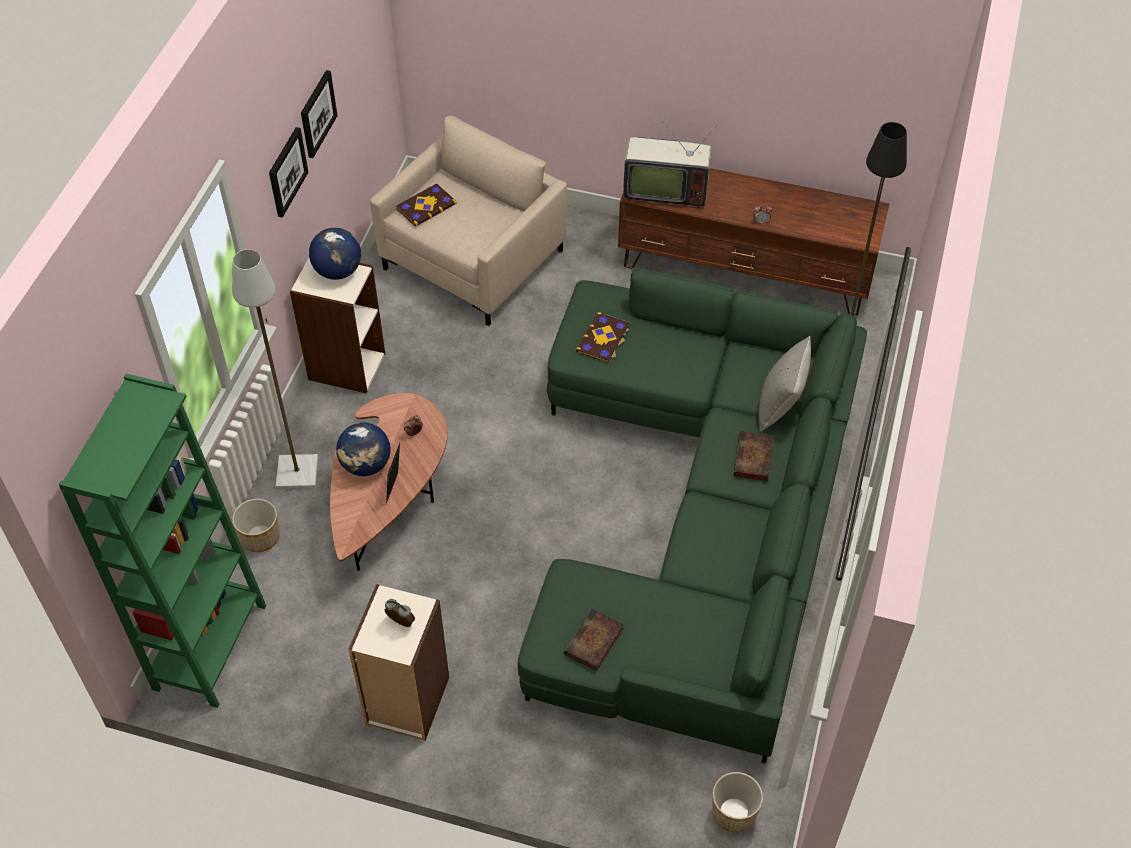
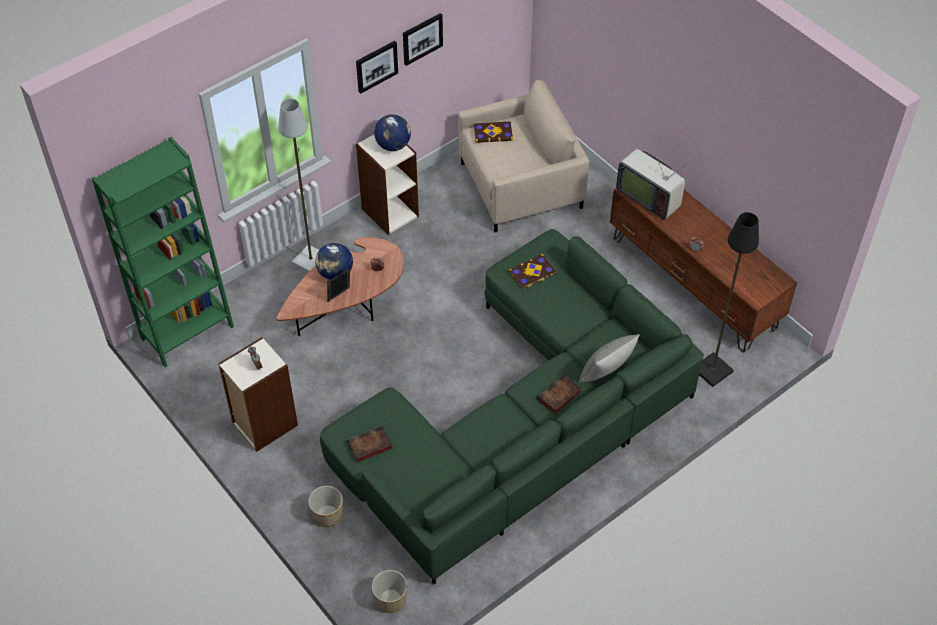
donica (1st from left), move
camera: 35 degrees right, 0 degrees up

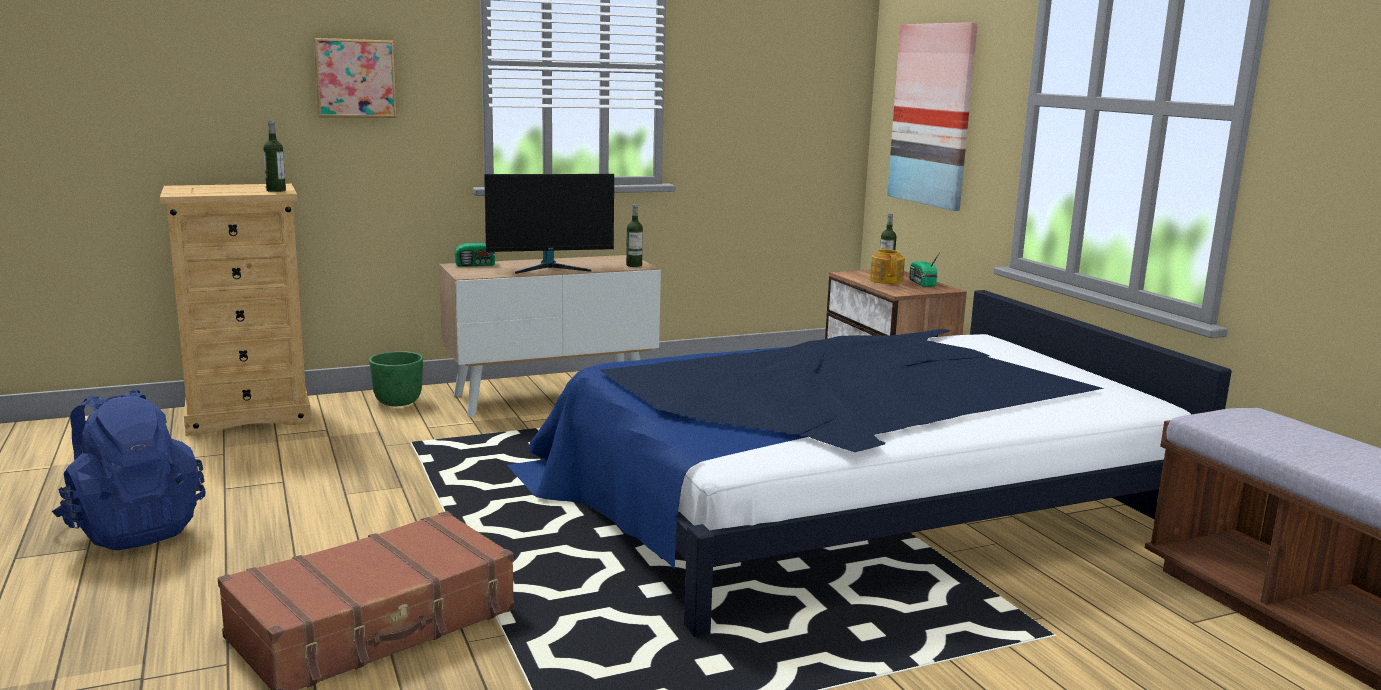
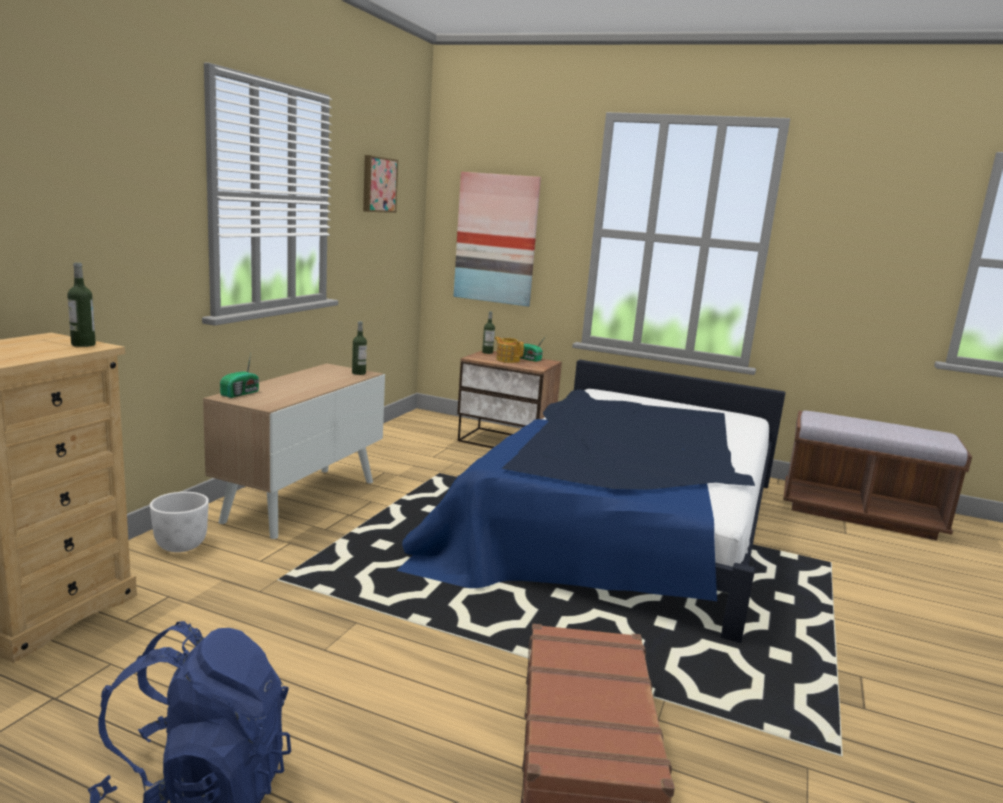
obraz (1st from left), move
donica/zielony → donica/biały
monitor → -
camera: 45 degrees left, 0 degrees up

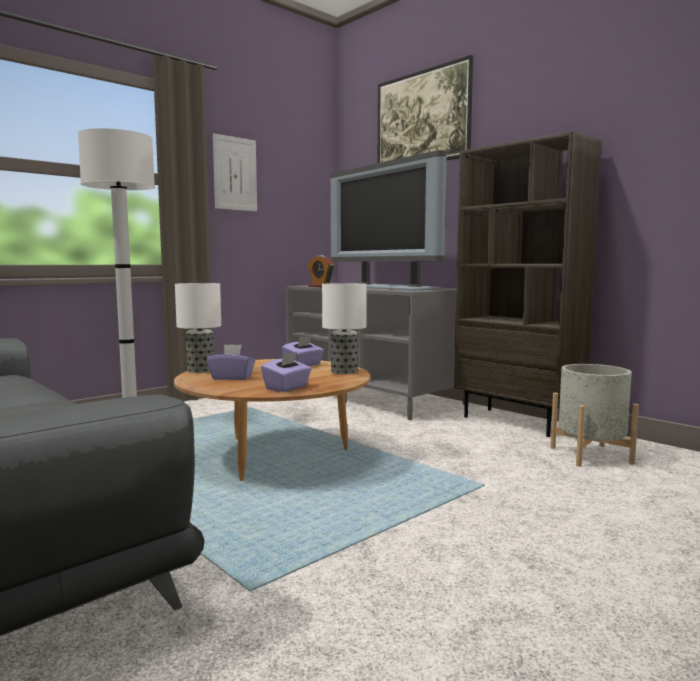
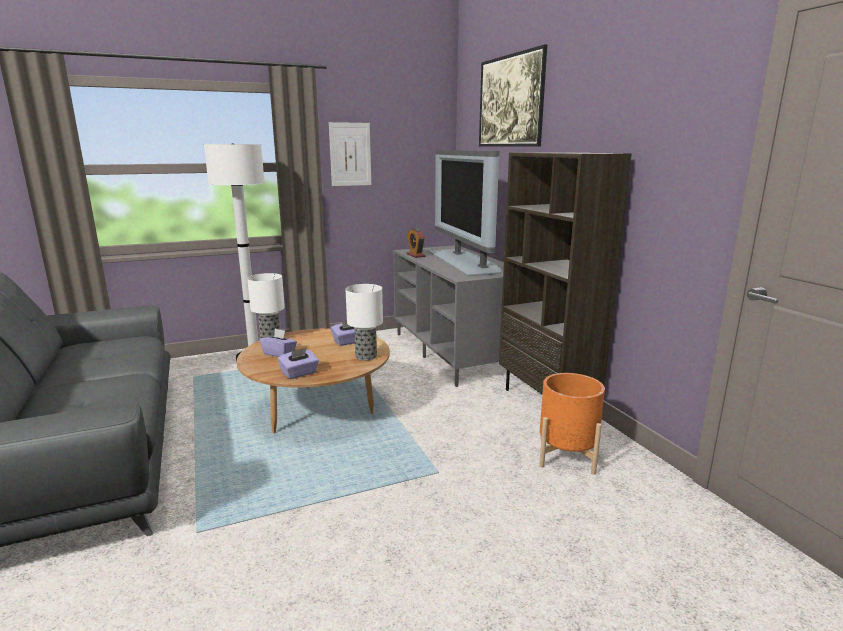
donica/szary → donica/pomarańczowy
camera: 20 degrees right, 10 degrees up

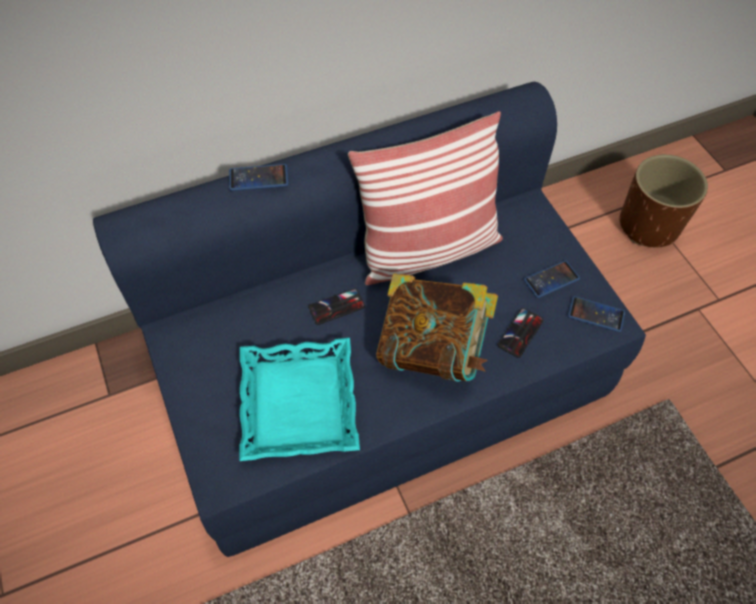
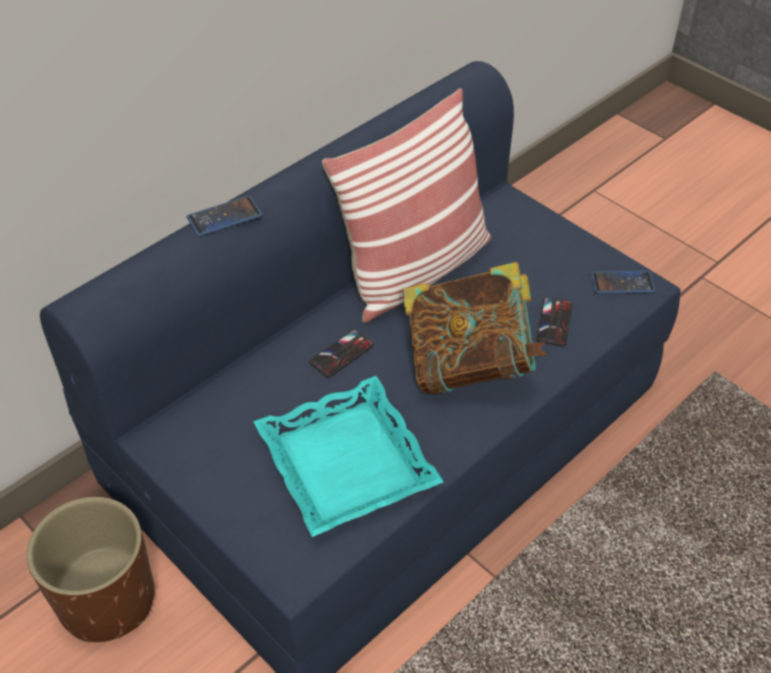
telefon (4th from left) → -
donica/brązowy, move
camera: 20 degrees left, 10 degrees down

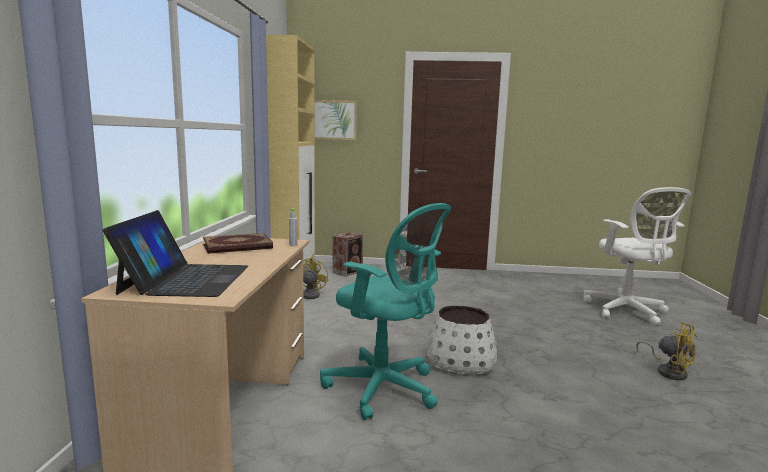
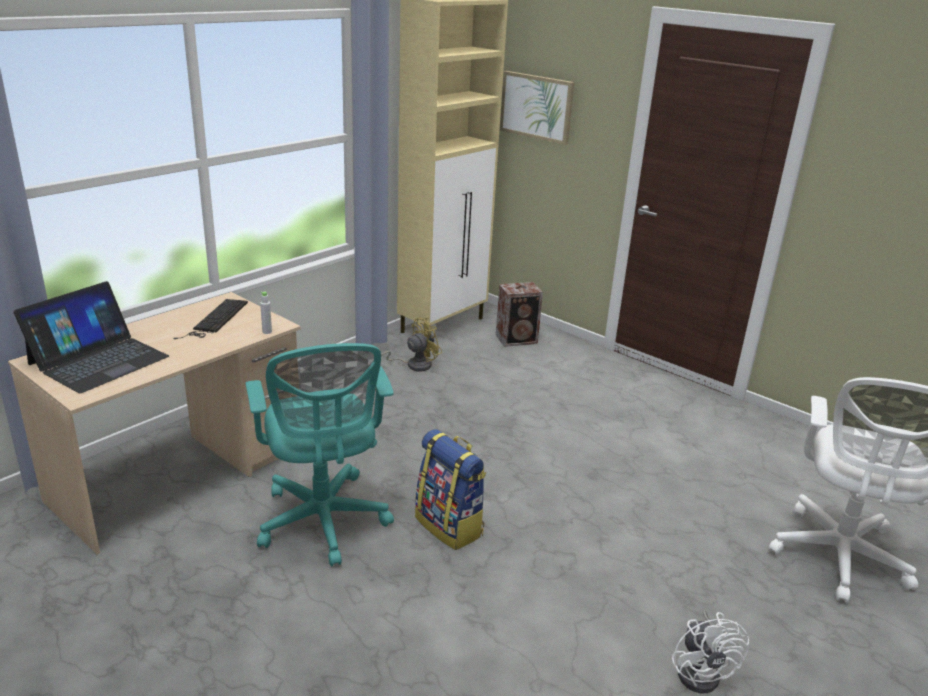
książka → klawiatura
donica/biały → plecak
wentylator/żółty (2nd from left) → wentylator/biały
camera: 35 degrees right, 15 degrees up

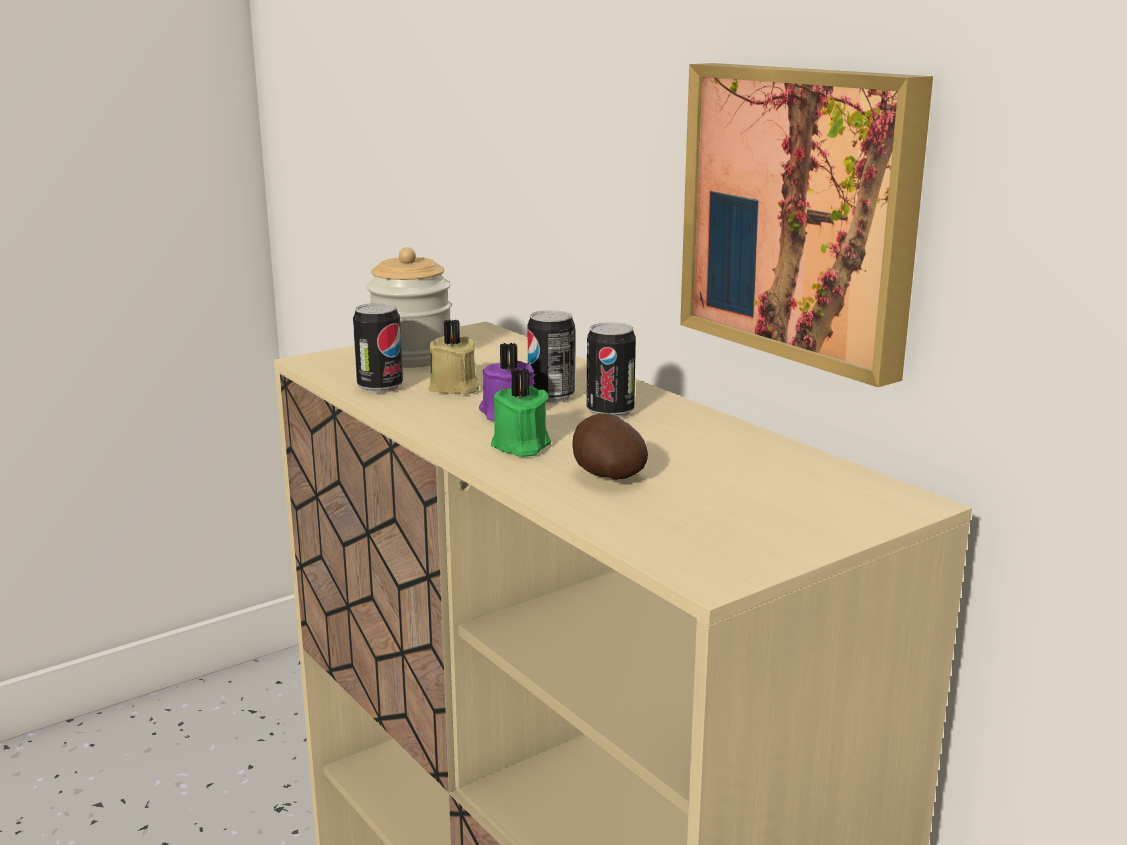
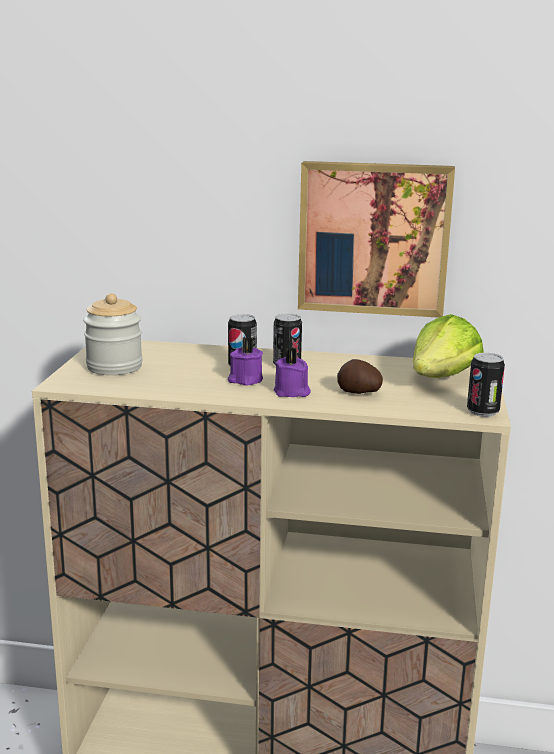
puszka (1st from left in the first image) → puszka (3rd from left), move
świeca/beżowy → -
świeca/zielony → świeca/fioletowy (2nd from left)
- → sałata
camera: 45 degrees left, 0 degrees up

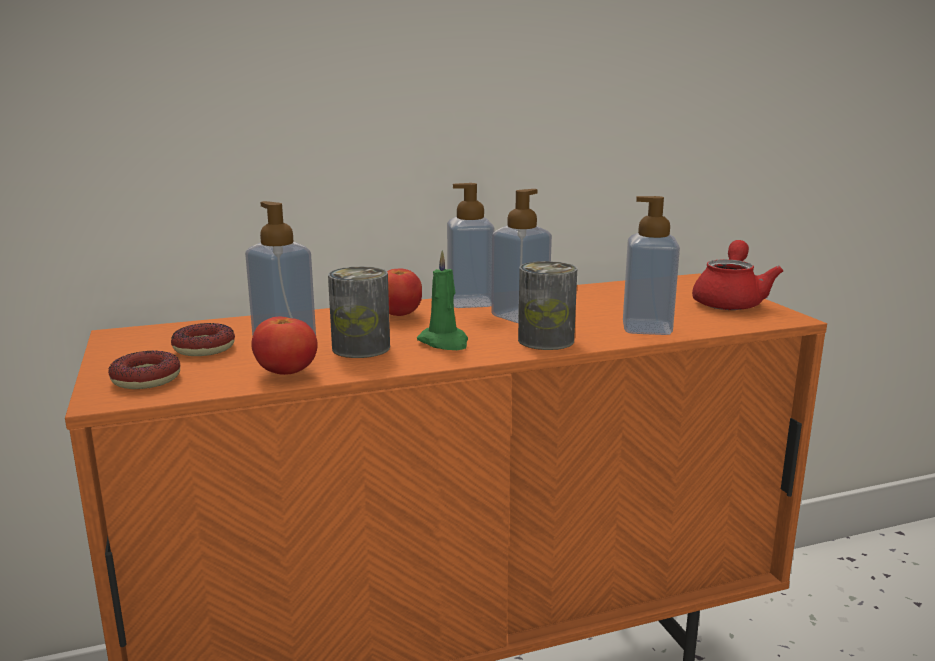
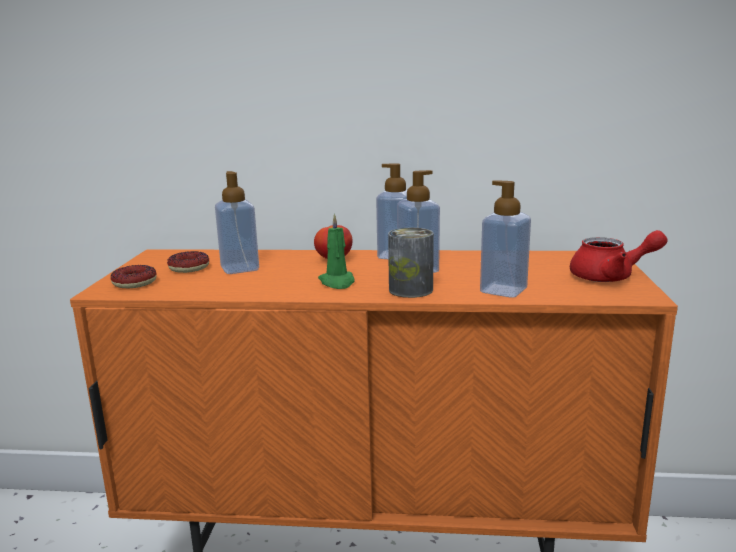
pomidor (1st from left) → -
puszka (1st from left) → -
imbryk/czerwony, 45 degrees clockwise
camera: 25 degrees right, 0 degrees up

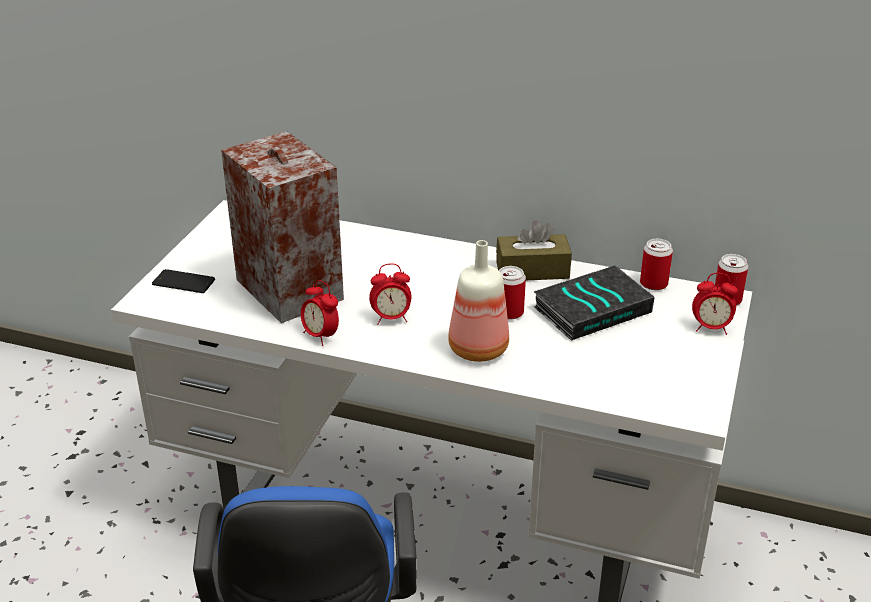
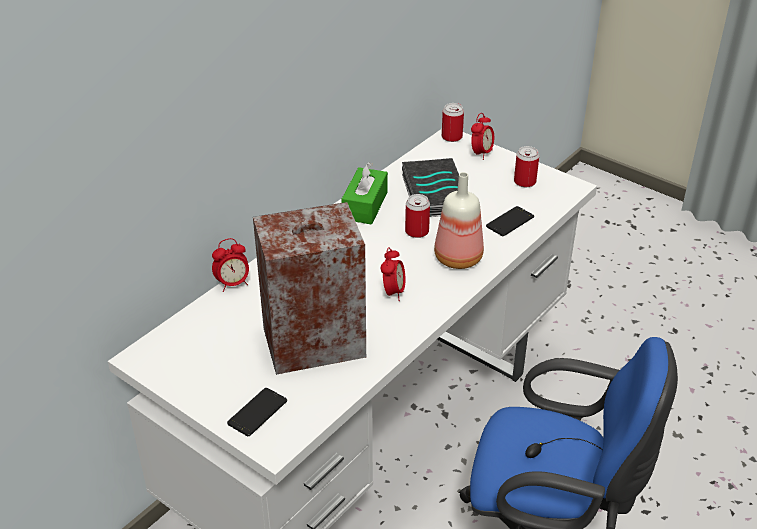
budzik (1st from left), move
pudełko chusteczek/brązowy → pudełko chusteczek/zielony
puszka (2nd from left in the first image) → puszka (3rd from left), move
- → telefon (2nd from left)
camera: 70 degrees left, 5 degrees up

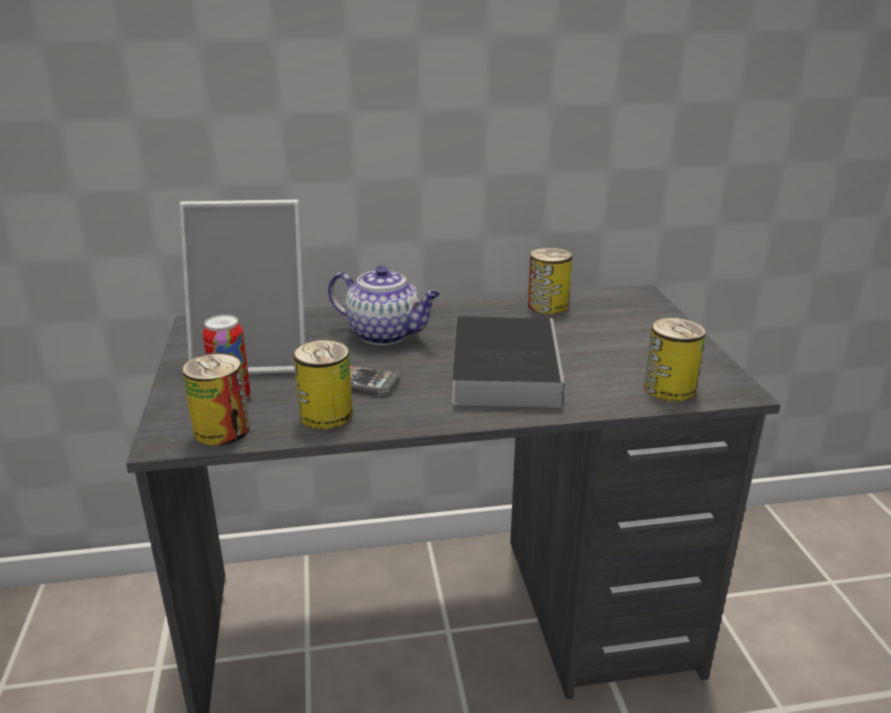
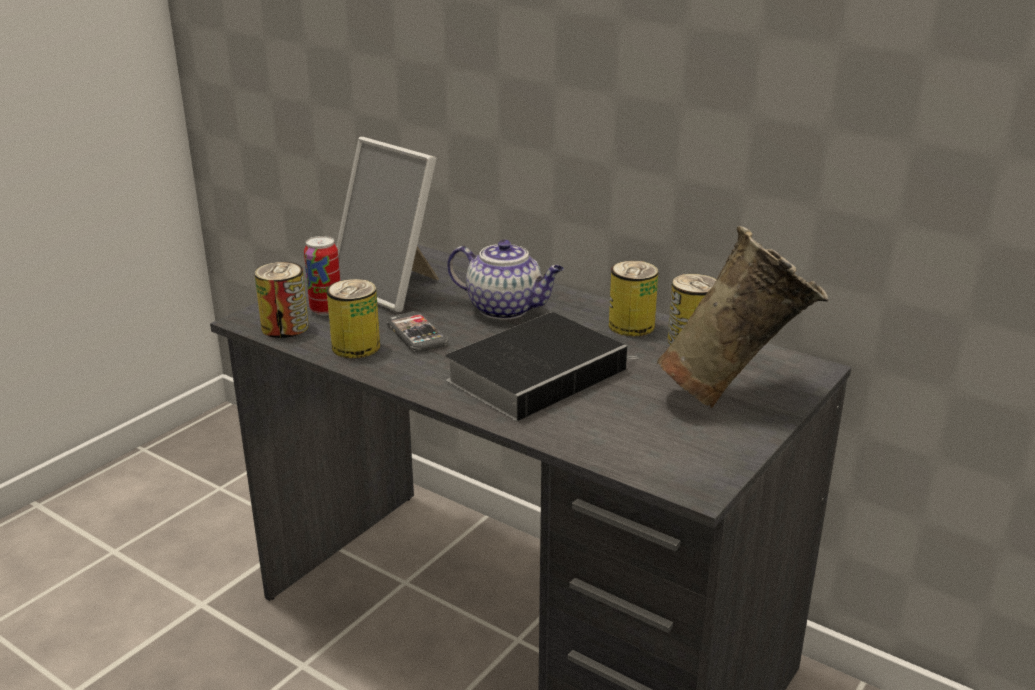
imbryk, 45 degrees counterclockwise
puszka (5th from left in the first image) → puszka (4th from left), move
- → wazon/beżowy
camera: 45 degrees right, 0 degrees up

